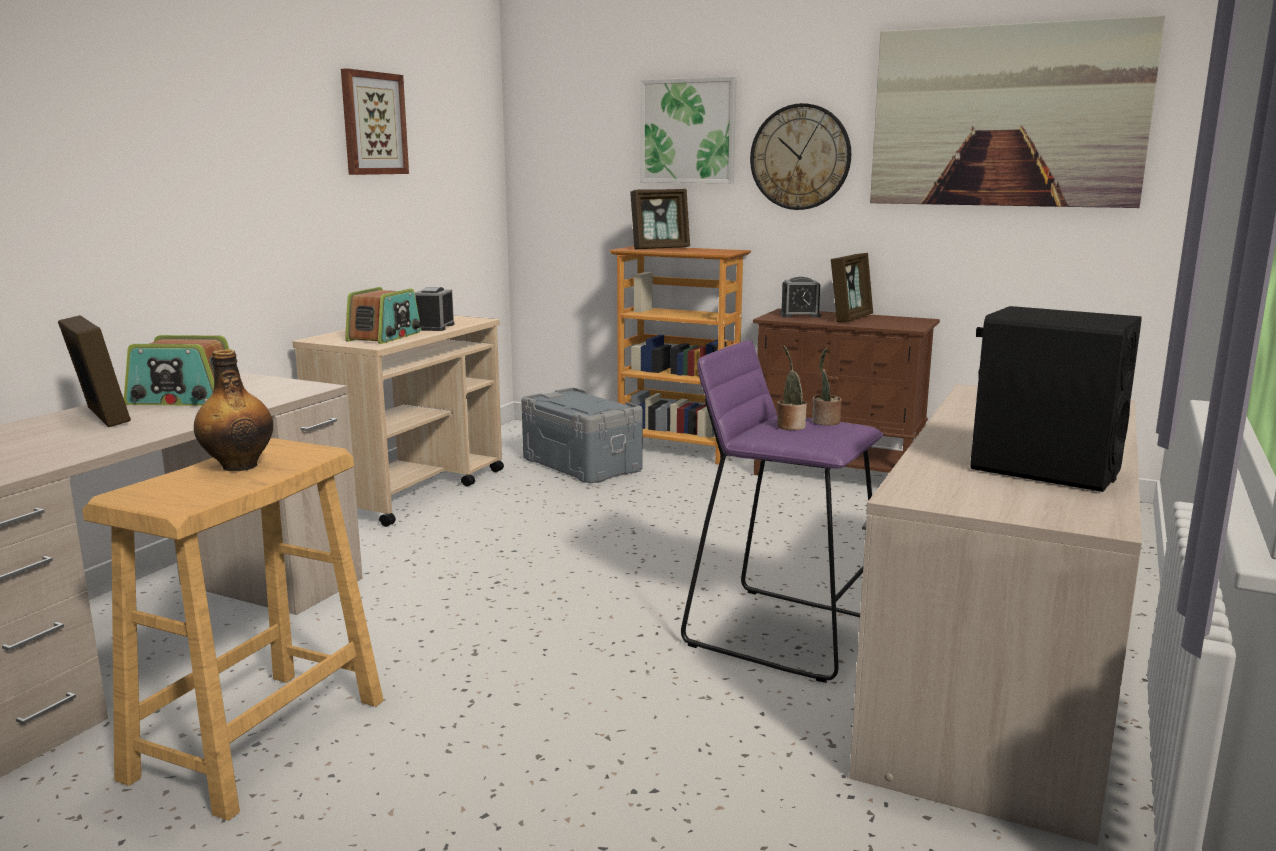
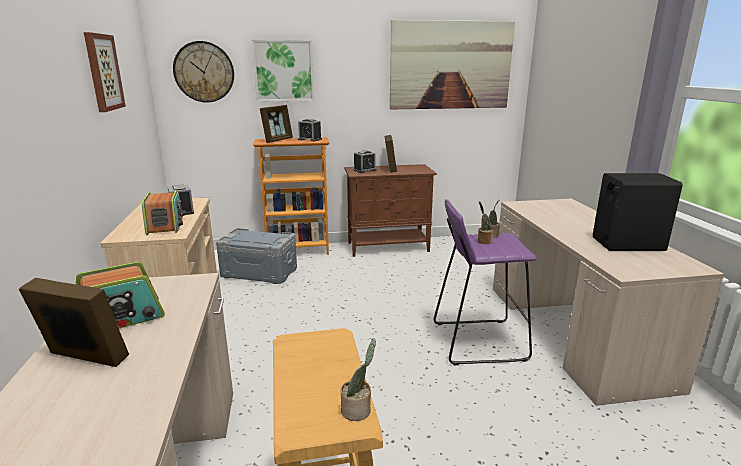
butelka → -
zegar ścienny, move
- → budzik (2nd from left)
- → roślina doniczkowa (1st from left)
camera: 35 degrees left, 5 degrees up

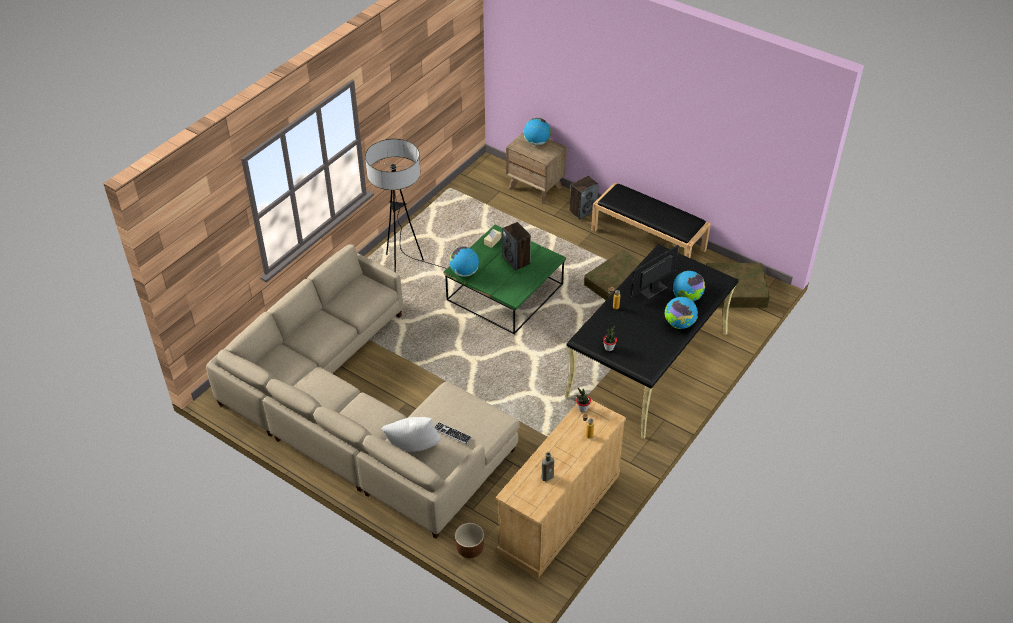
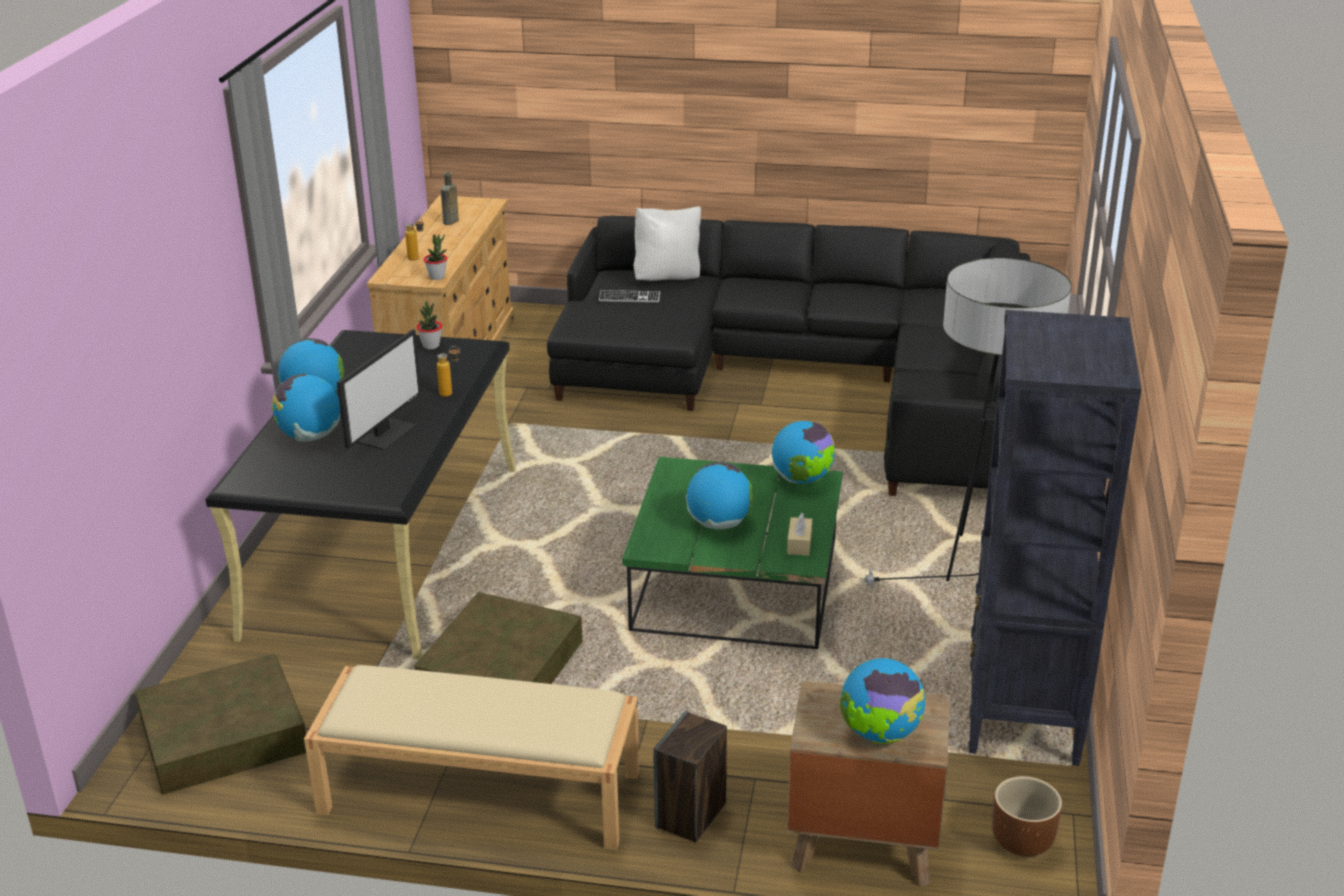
kanapa/beżowy → kanapa/czarny
donica/brązowy, move
głośnik (1st from left) → globus (3rd from left)
ławka/czarny → ławka/beżowy
- → regał/czarny
camera: 155 degrees right, 15 degrees down

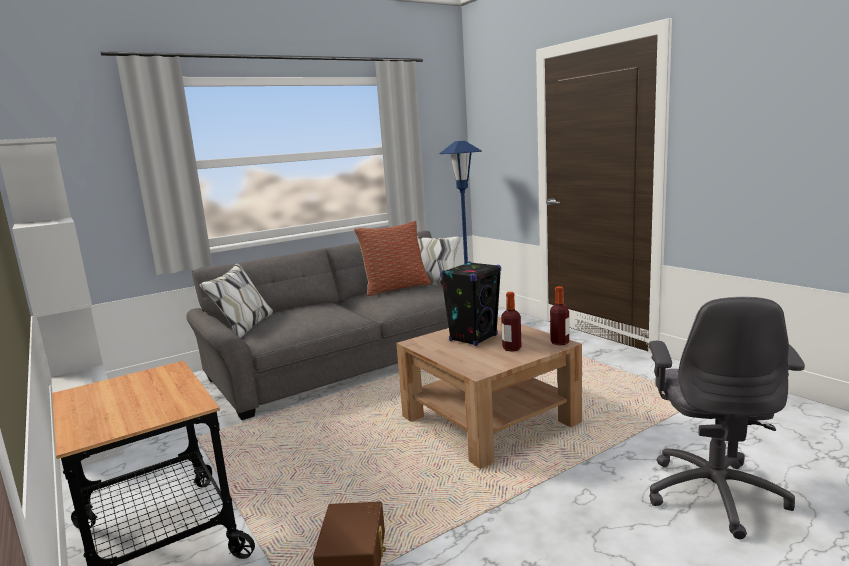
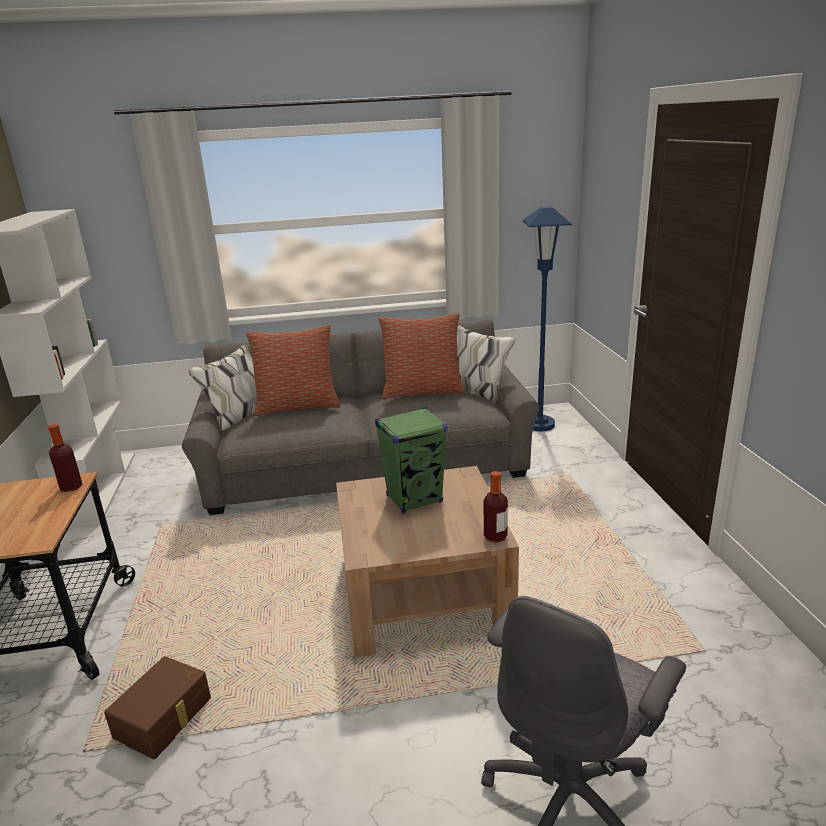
głośnik/czarny → głośnik/zielony
butelka (1st from left), move
- → poduszka (1st from left)
camera: 25 degrees right, 10 degrees up

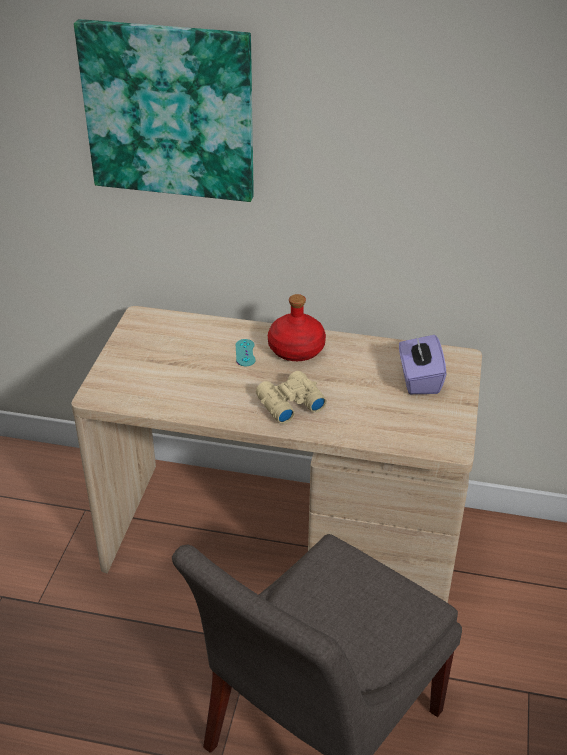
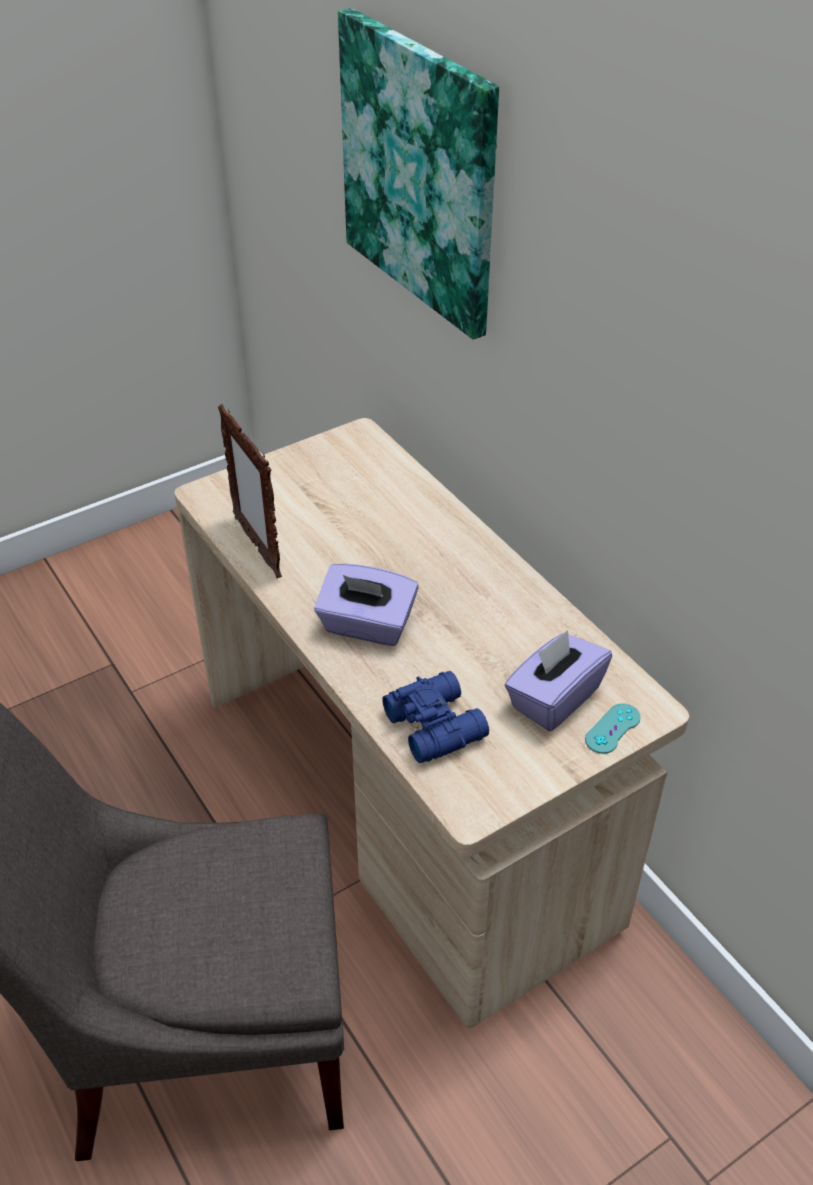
pad do gier/turkusowy, move
lornetka/beżowy → pudełko chusteczek/fioletowy (1st from left)
butelka/czerwony → -
- → ramka na zdjęcie
- → lornetka/niebieski
camera: 45 degrees right, 5 degrees up

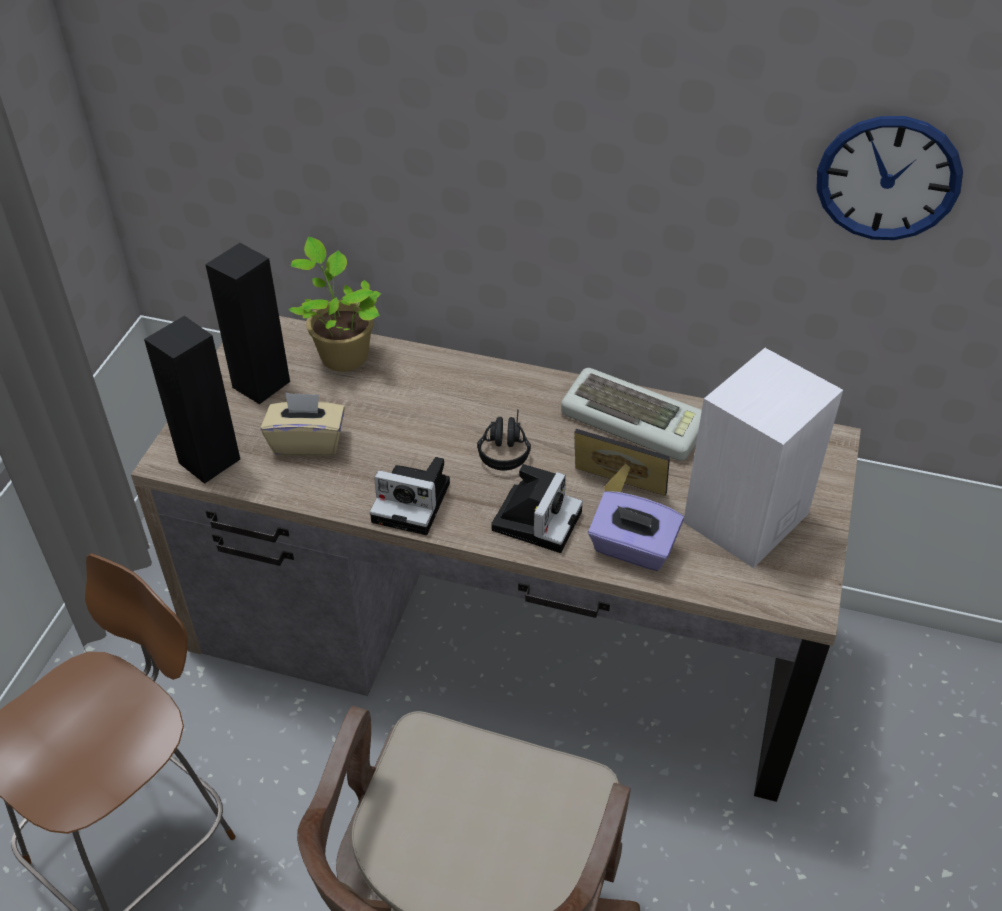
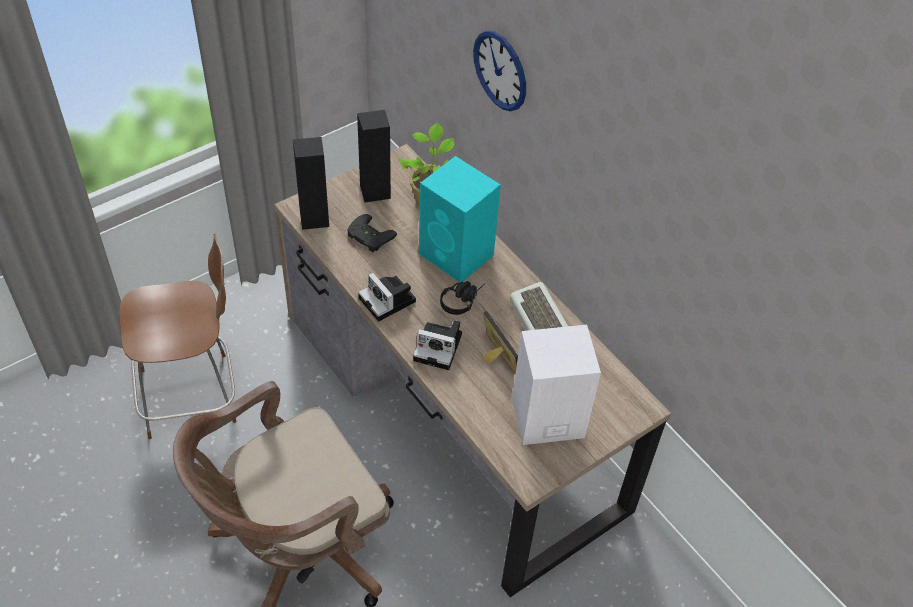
pudełko chusteczek/beżowy → pad do gier/czarny
aparat fotograficzny (2nd from left), 45 degrees clockwise
pudełko chusteczek/fioletowy → -
zegar ścienny, move
- → głośnik/turkusowy
camera: 35 degrees right, 5 degrees up

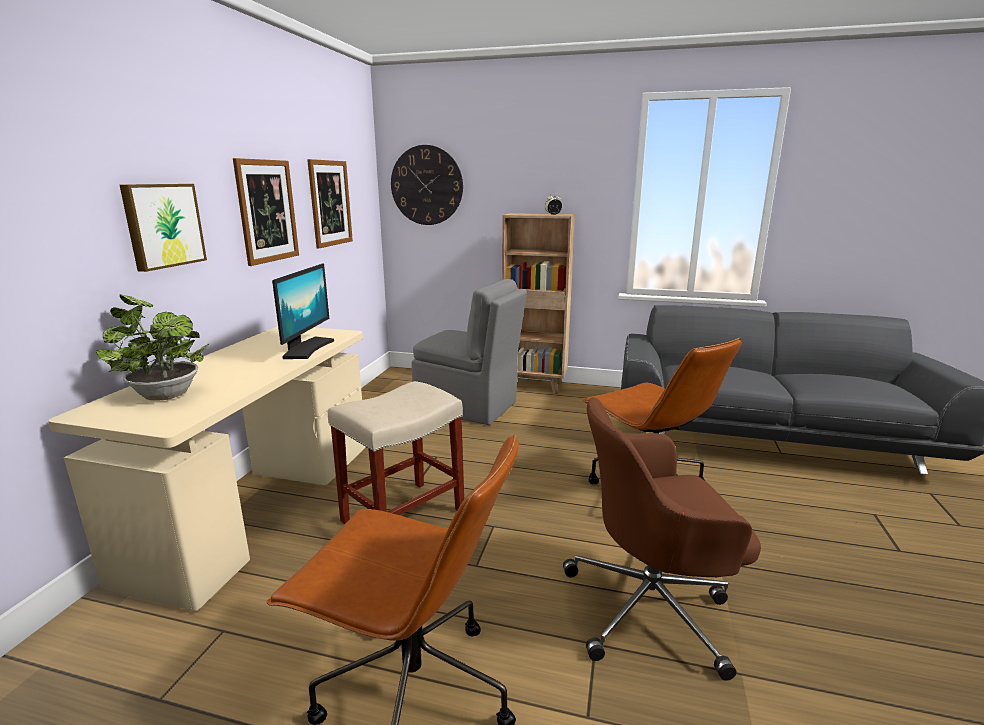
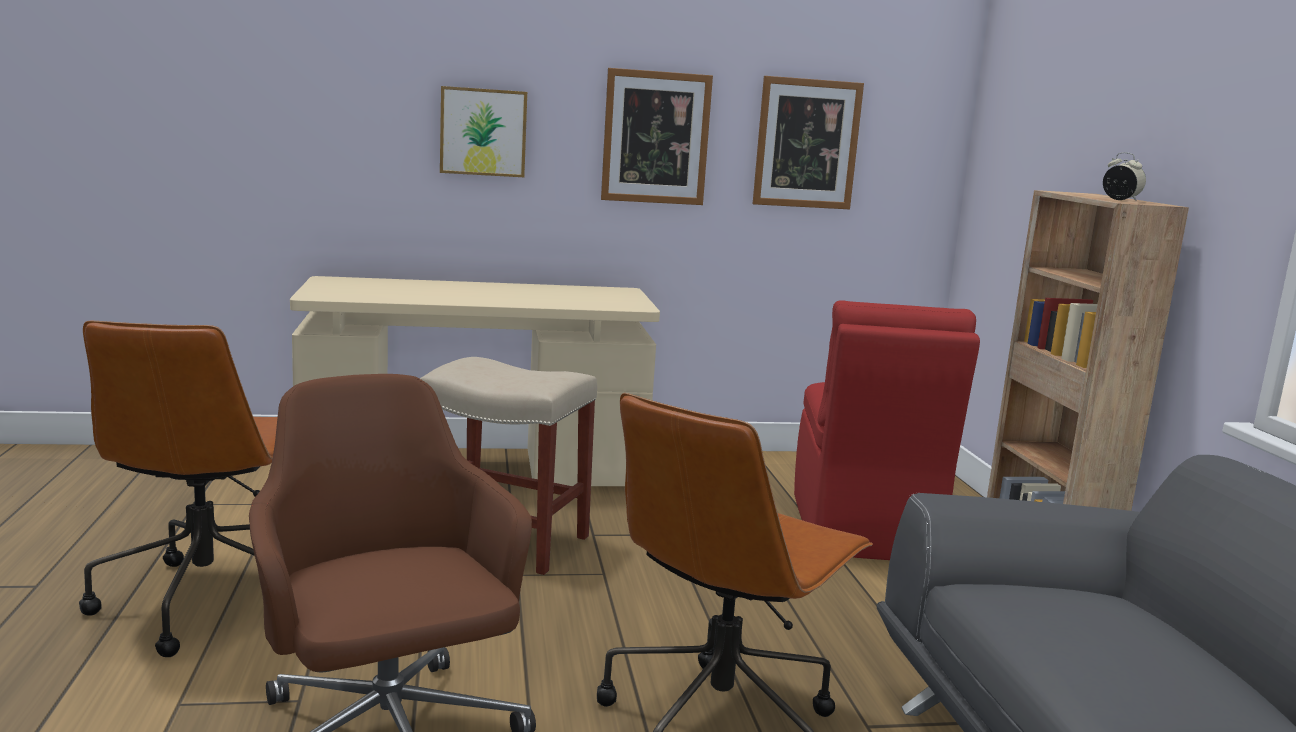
roślina doniczkowa → -
monitor → -
zegar ścienny → -
krzesło/szary → krzesło/czerwony
camera: 65 degrees right, 5 degrees down

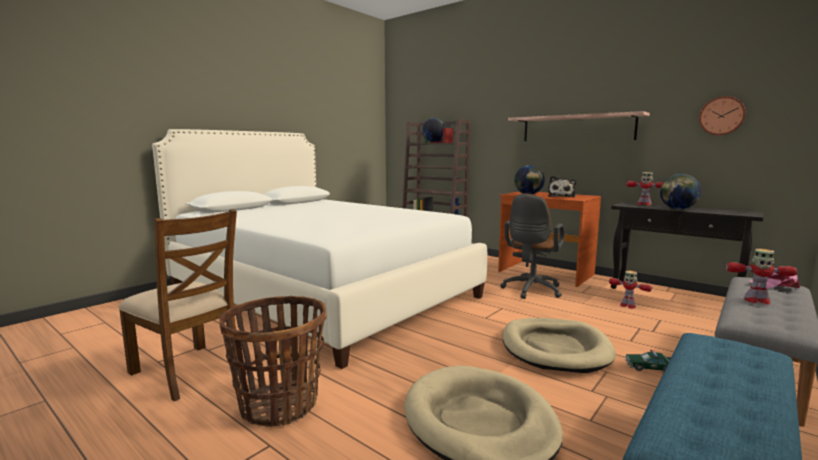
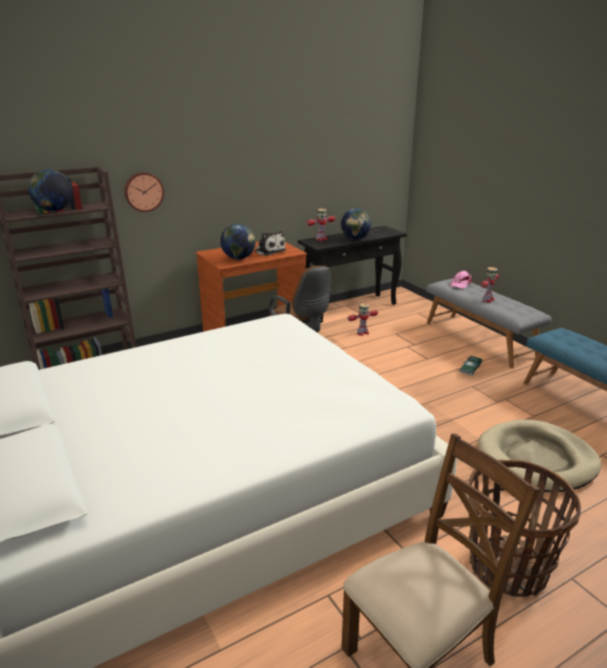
legowisko/beżowy (2nd from left) → -
półka → -
zegar ścienny, move
camera: 70 degrees left, 15 degrees up

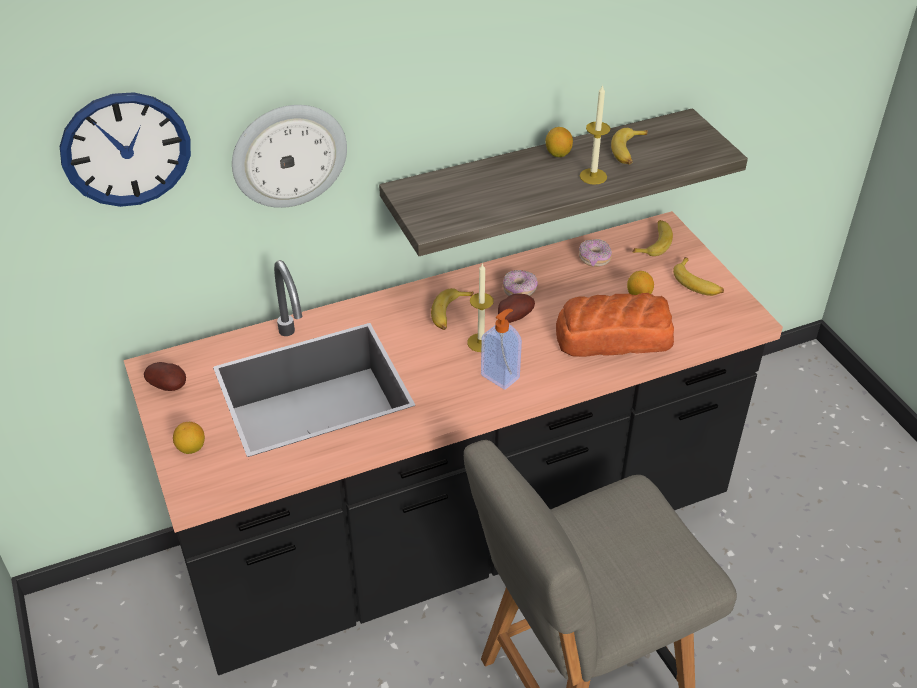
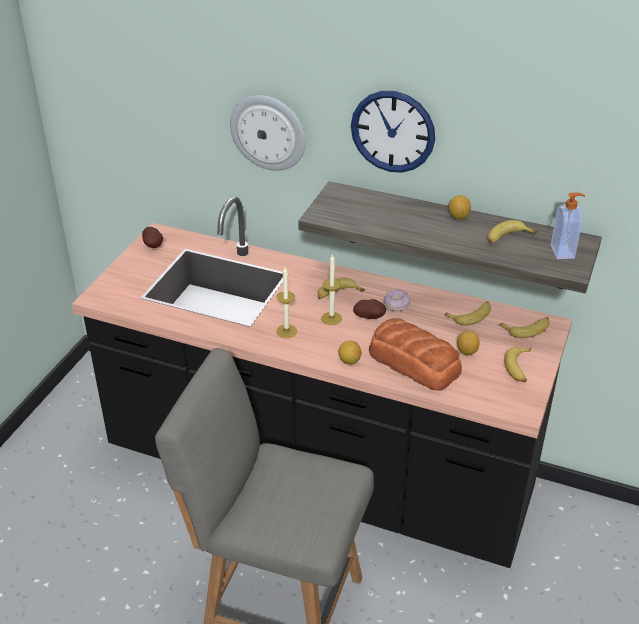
zegar ścienny (1st from left in the first image) → zegar ścienny (2nd from left), move
cytryna (1st from left), move
dozownik mydła, move
donut (2nd from left) → banan (2nd from left)
świeca (2nd from left in the first image) → świeca (1st from left), move
camera: 45 degrees right, 5 degrees down

